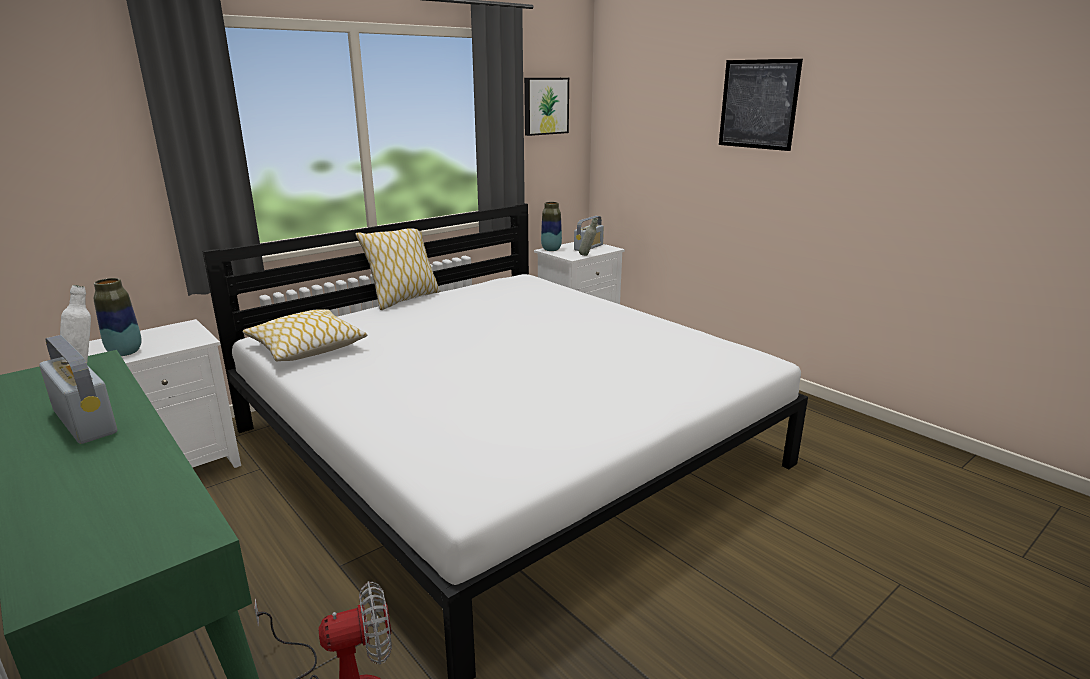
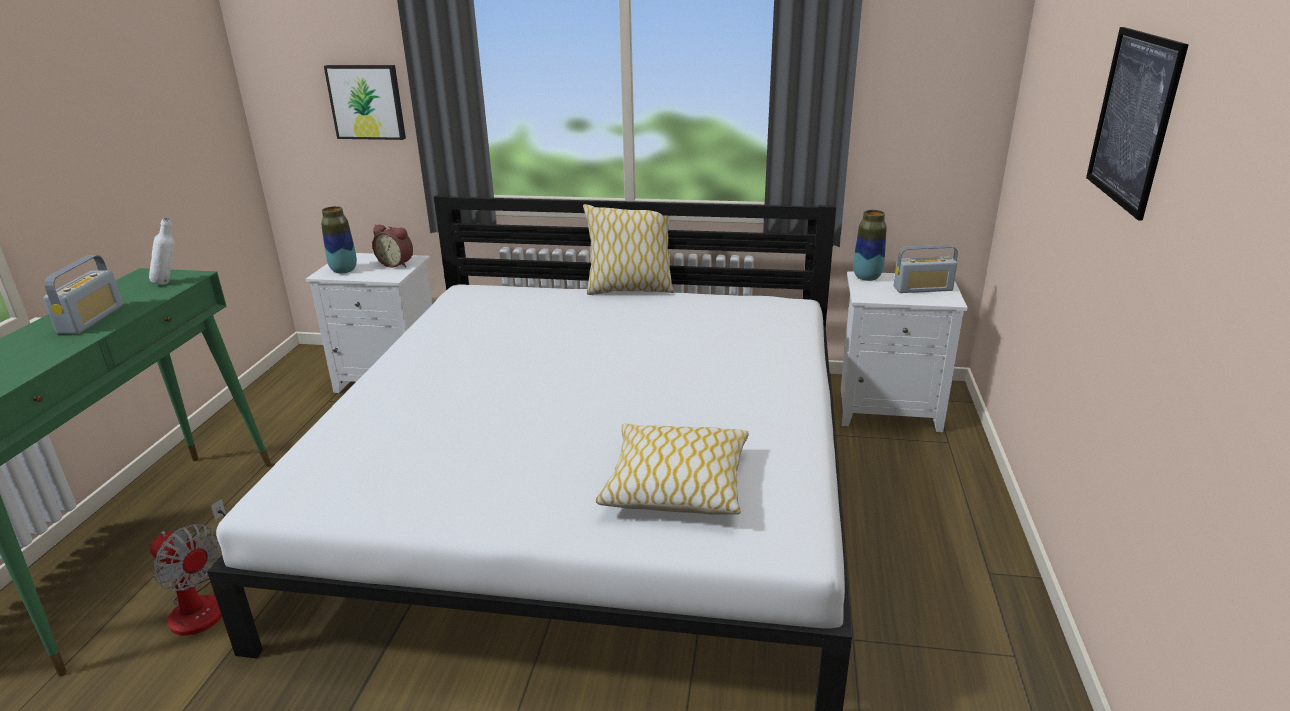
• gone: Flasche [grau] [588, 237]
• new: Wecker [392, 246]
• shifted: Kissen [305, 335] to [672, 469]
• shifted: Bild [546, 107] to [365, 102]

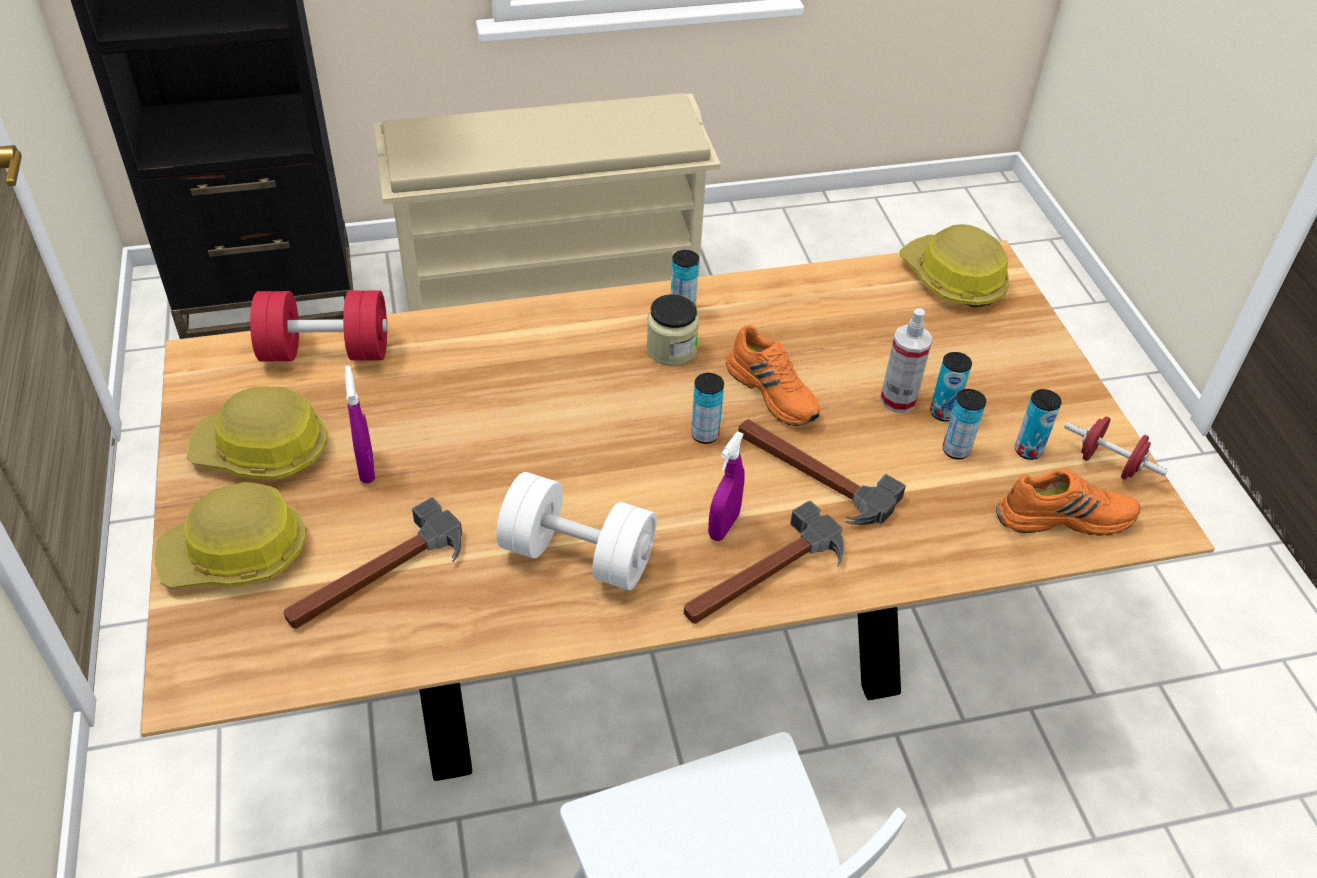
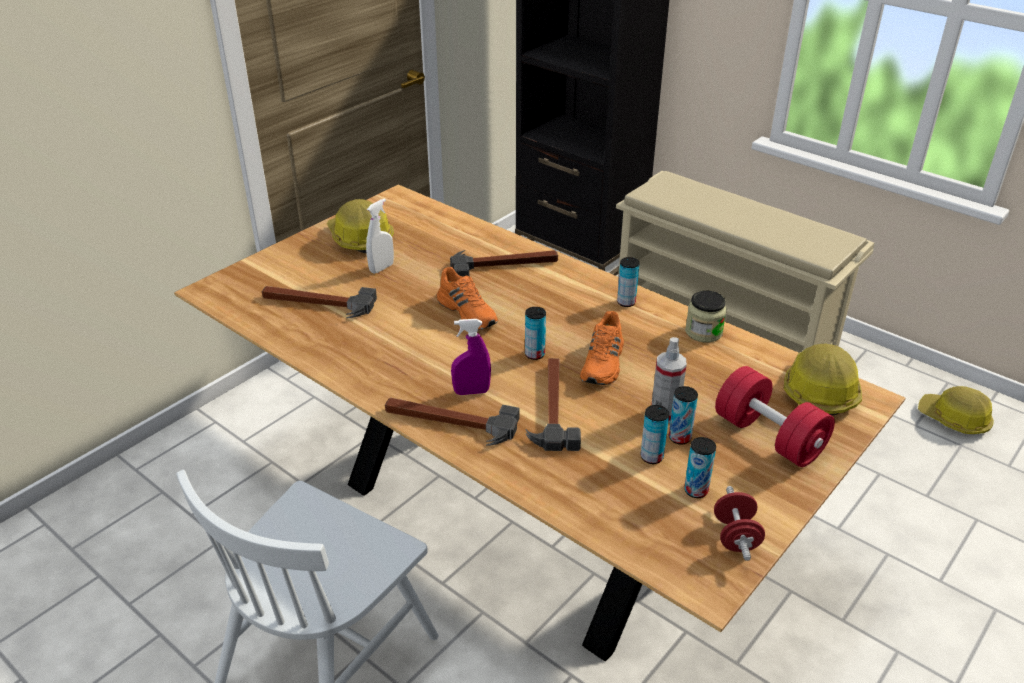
• gone: Hantel [weiß] [576, 531]
• new: Hammer [504, 263]
• shifted: Schutzhelm [230, 535] to [956, 410]
• shifted: Hantel [rot] [319, 326] to [775, 416]
• shifted: Vorratsglas [673, 330] to [706, 316]
• shifted: Schuh [orange] [1068, 502] to [467, 298]
• repainted: Sprühflasche [lila] [360, 424] to Sprühflasche [weiß] [380, 236]

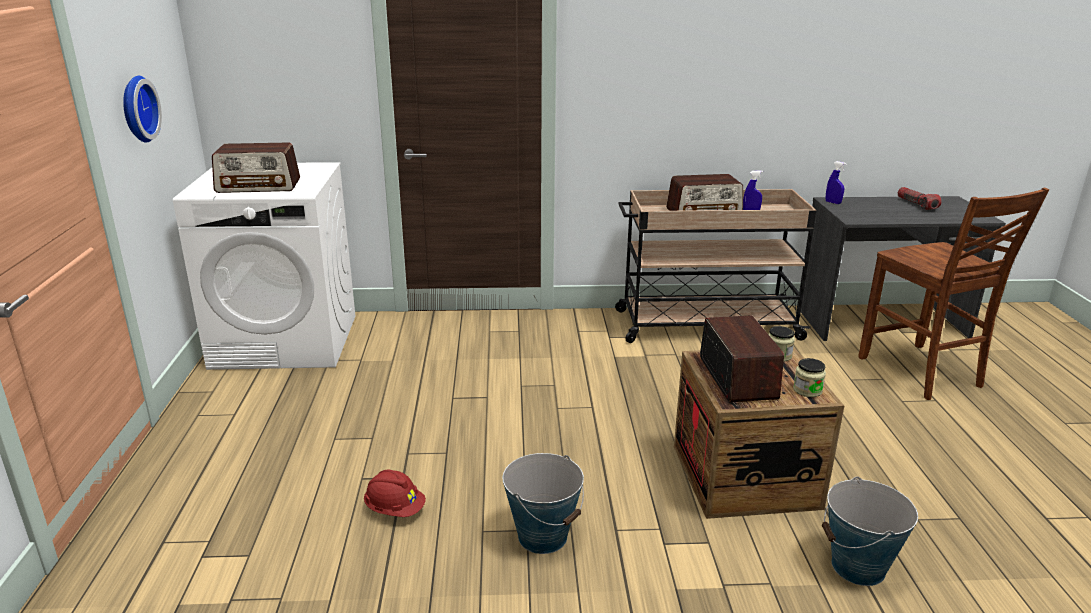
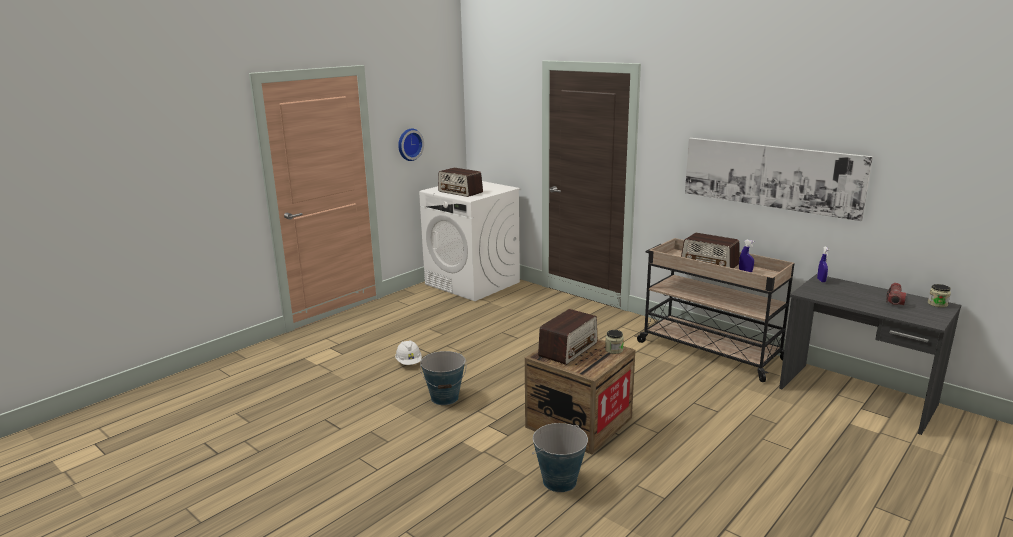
• gone: Stuhl [braun] [954, 294]
• new: Bild [779, 179]
• shifted: Vorratsglas [809, 377] to [939, 295]
• repainted: Schutzhelm [rot] [395, 493] to Schutzhelm [weiß] [408, 352]

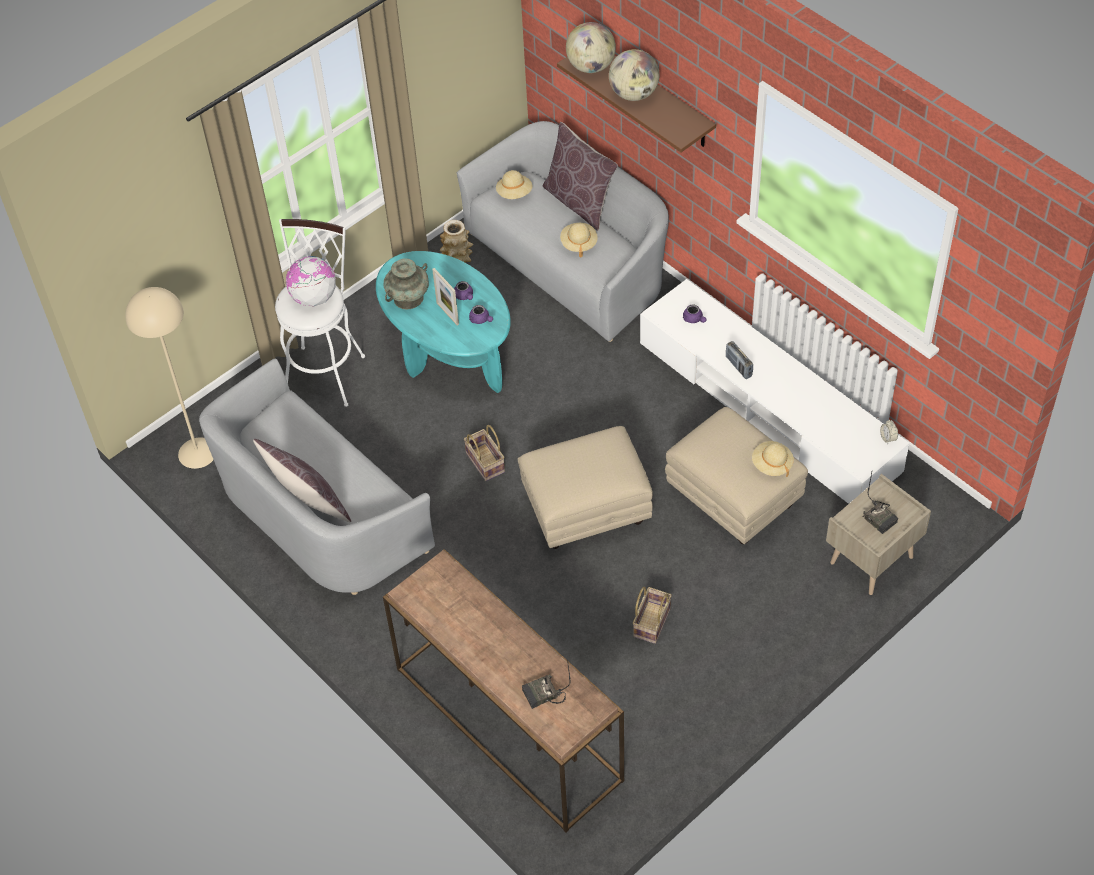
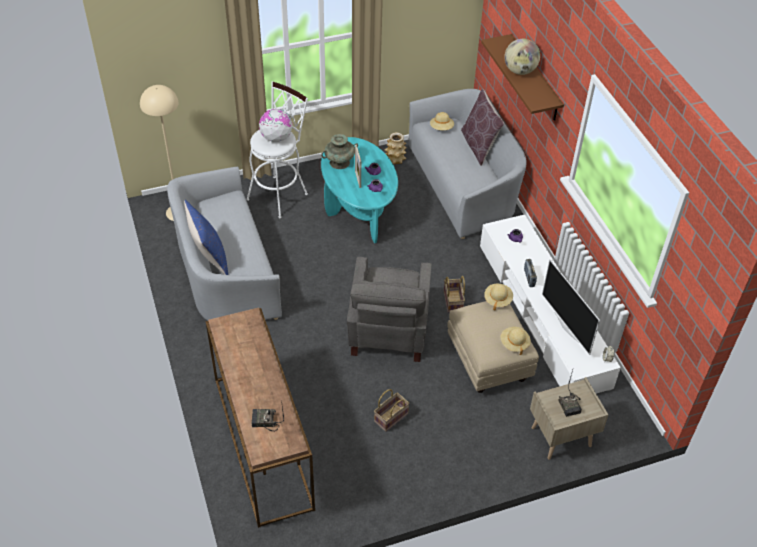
• gone: Globus [591, 47]
• new: Fernseher [571, 307]
• shifted: Korb [484, 453] to [454, 294]
• shifted: Hut [beige] [578, 240] to [498, 297]
• swapped: Polsterhocker [beige] [585, 487] to Sessel [grau] [389, 309]
• repainted: Kissen [braun] [302, 480] to Kissen [blau] [206, 237]

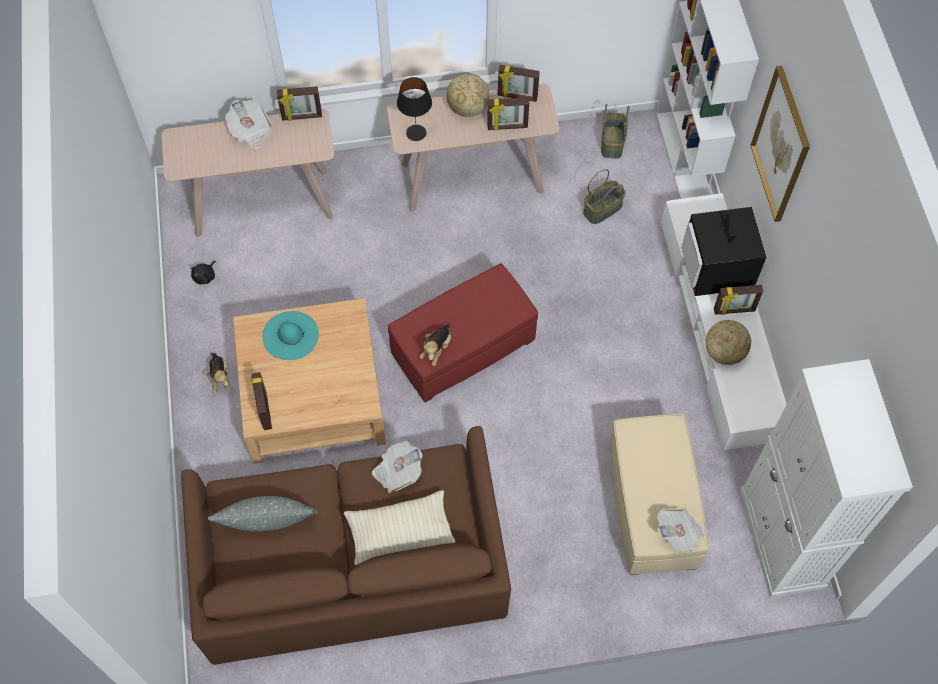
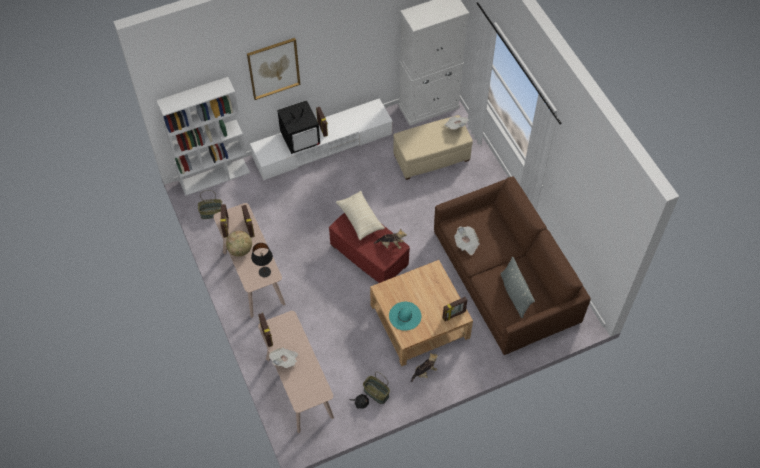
• gone: Globus [728, 342]
• shifted: Kissen [beige] [399, 527] to [360, 216]
• shifted: Korb [604, 196] to [376, 387]

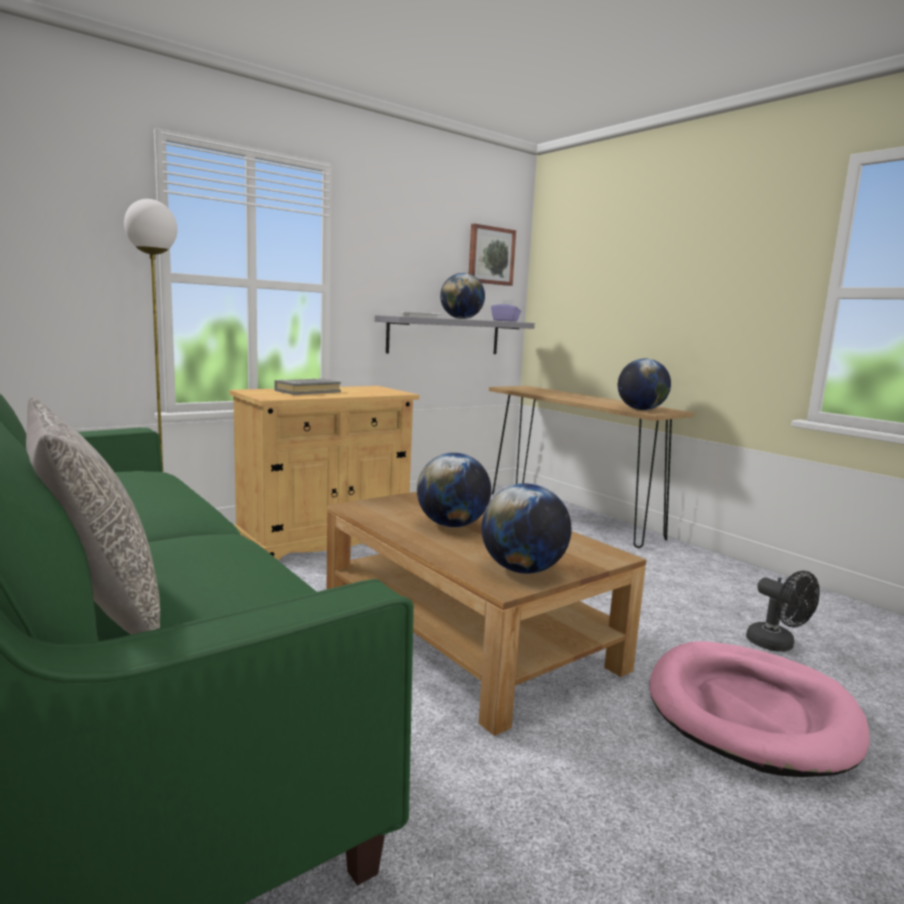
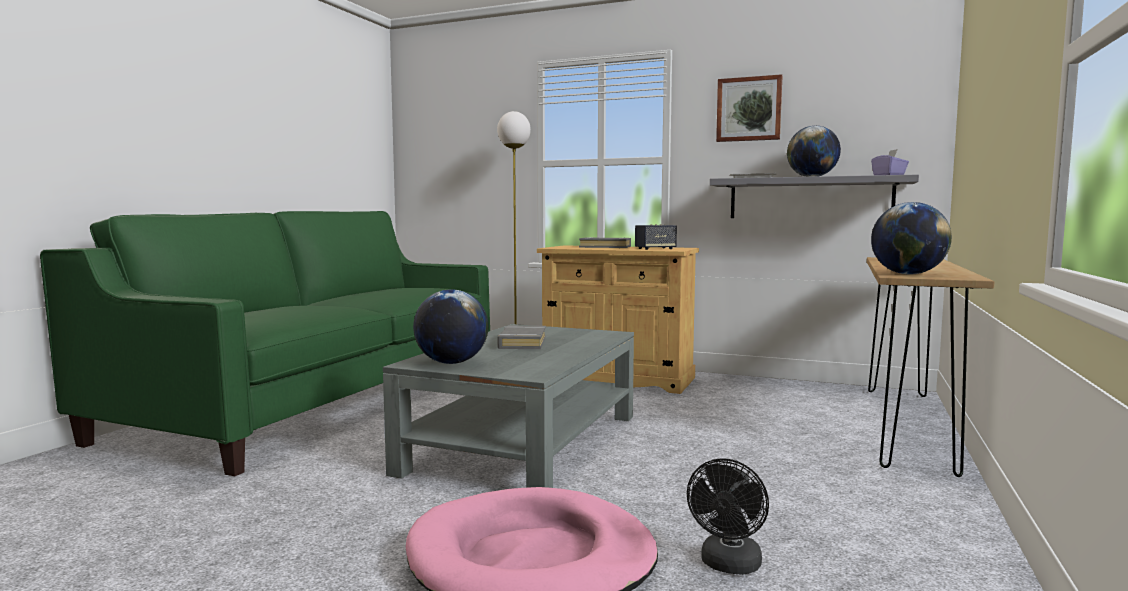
• gone: Kissen [grau] [93, 516]
• new: Lautsprecher [656, 237]
• shifted: Bild [492, 254] to [749, 108]
• swapped: Globus [454, 490] to Buch [grau] [521, 337]
• repainted: Couchtisch [braun] [486, 614] to Couchtisch [grau] [508, 406]

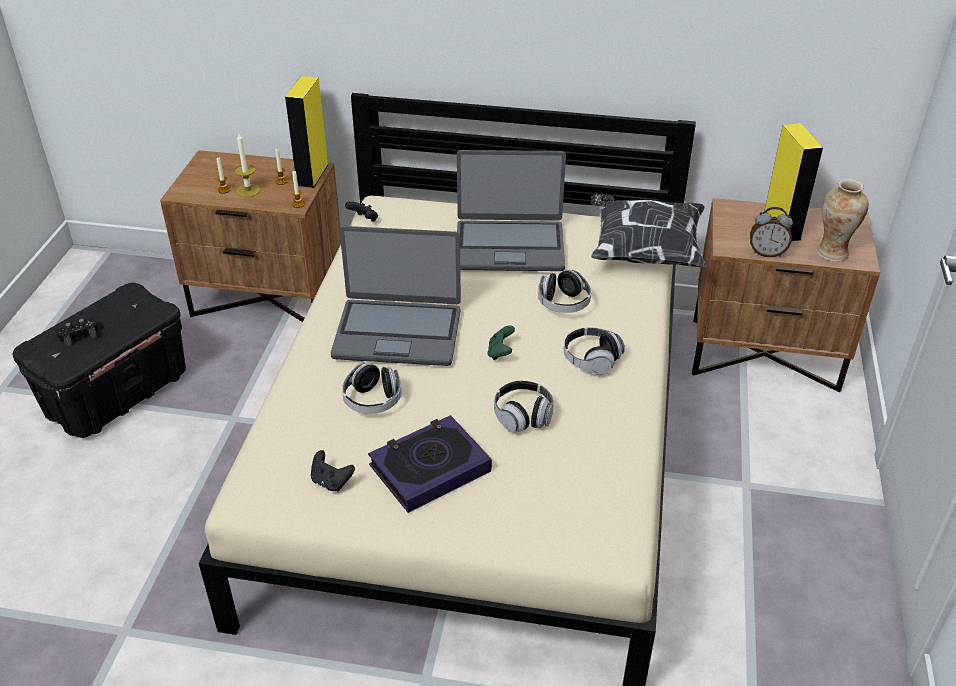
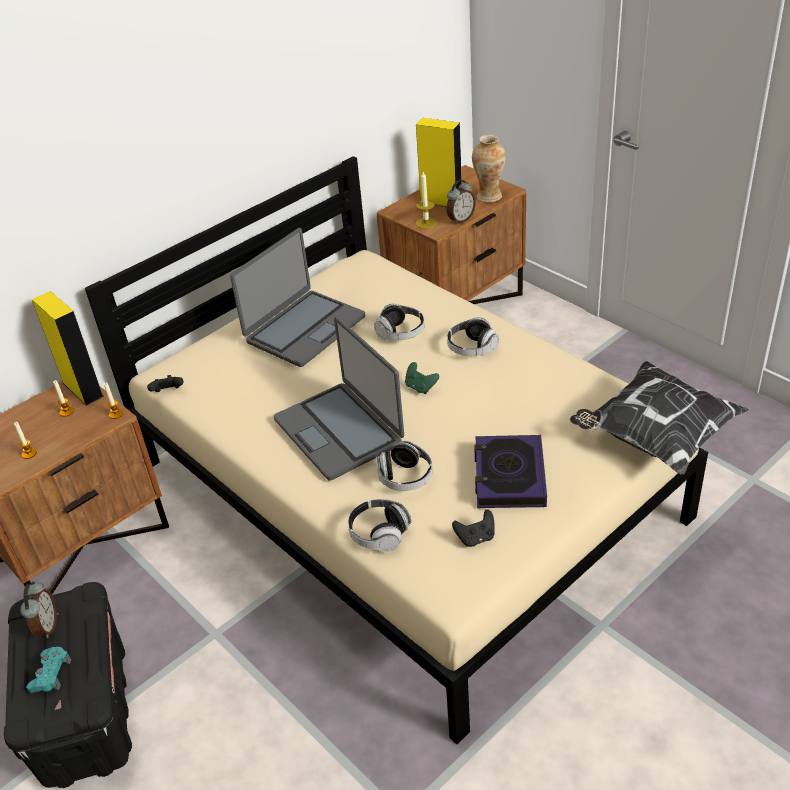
• new: Wecker [38, 609]
• shifted: Kerze [247, 165] to [426, 200]
• shifted: Kopfhörer [524, 406] to [379, 525]
• shifted: Kissen [649, 230] to [659, 417]
• repainted: Gamepad [schwarz] [76, 332] to Gamepad [türkis] [48, 670]
• rotated: Laptop [396, 296] = [339, 399] 105 degrees clockwise

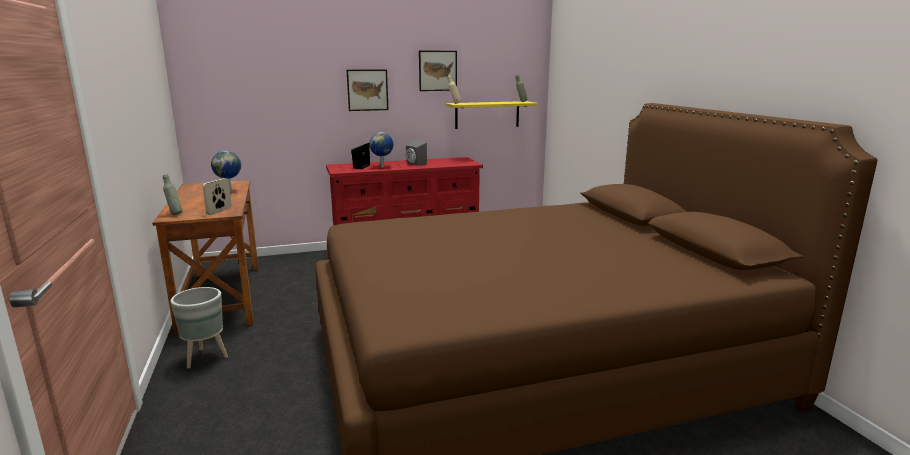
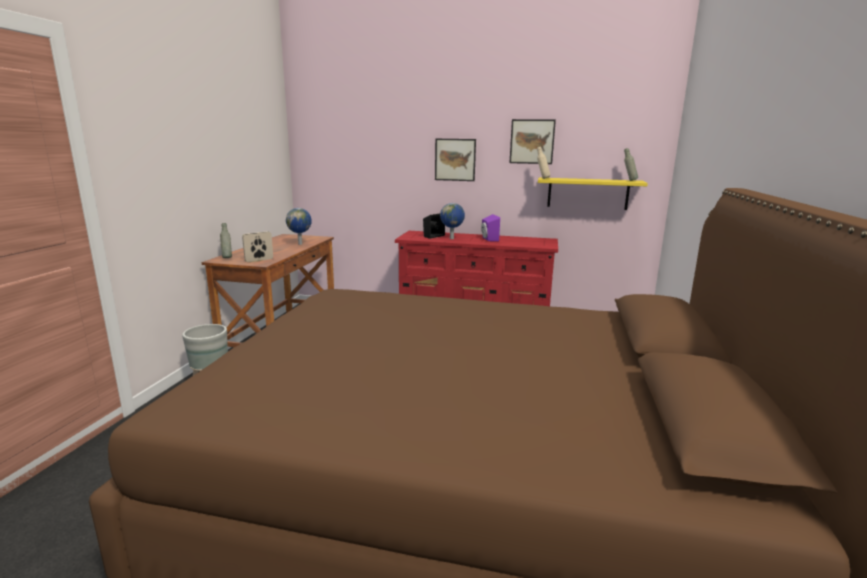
• repainted: Lautsprecher [grau] [416, 152] to Lautsprecher [lila] [490, 228]

